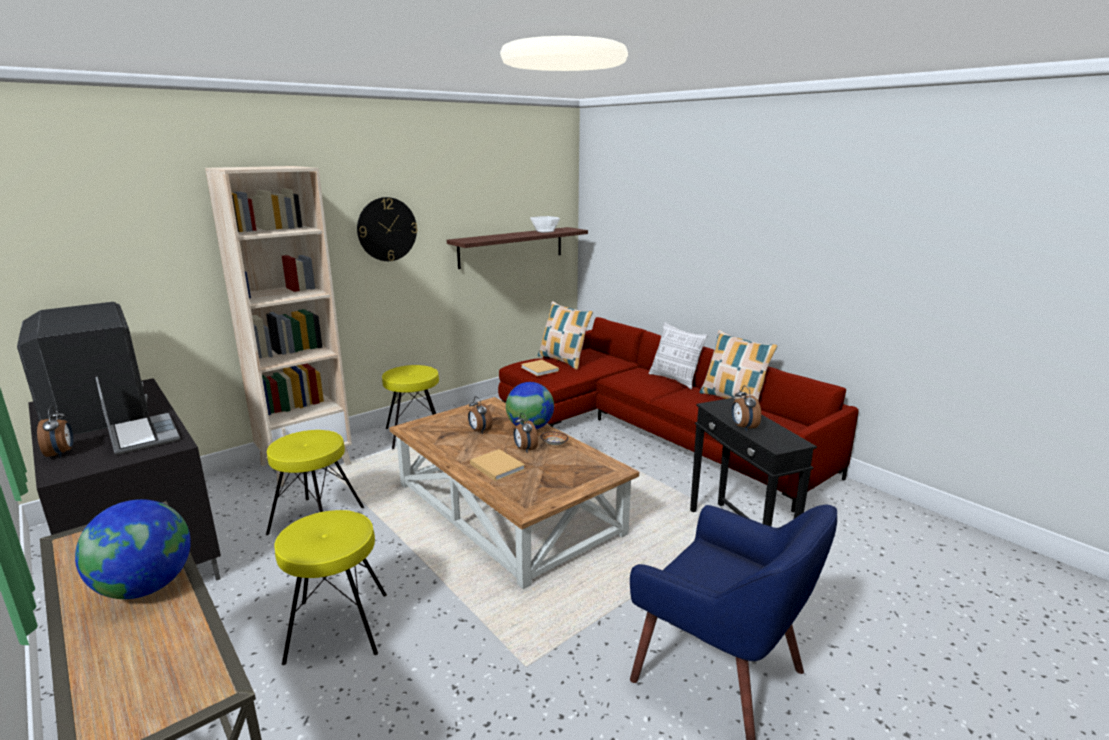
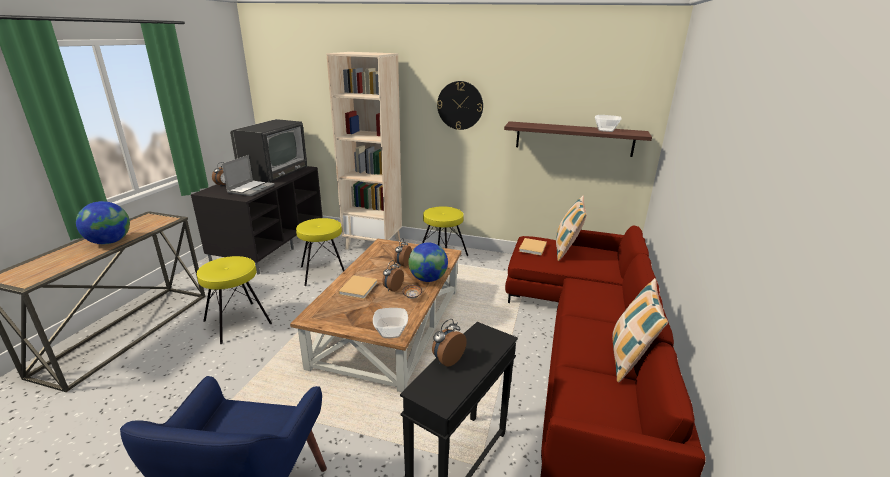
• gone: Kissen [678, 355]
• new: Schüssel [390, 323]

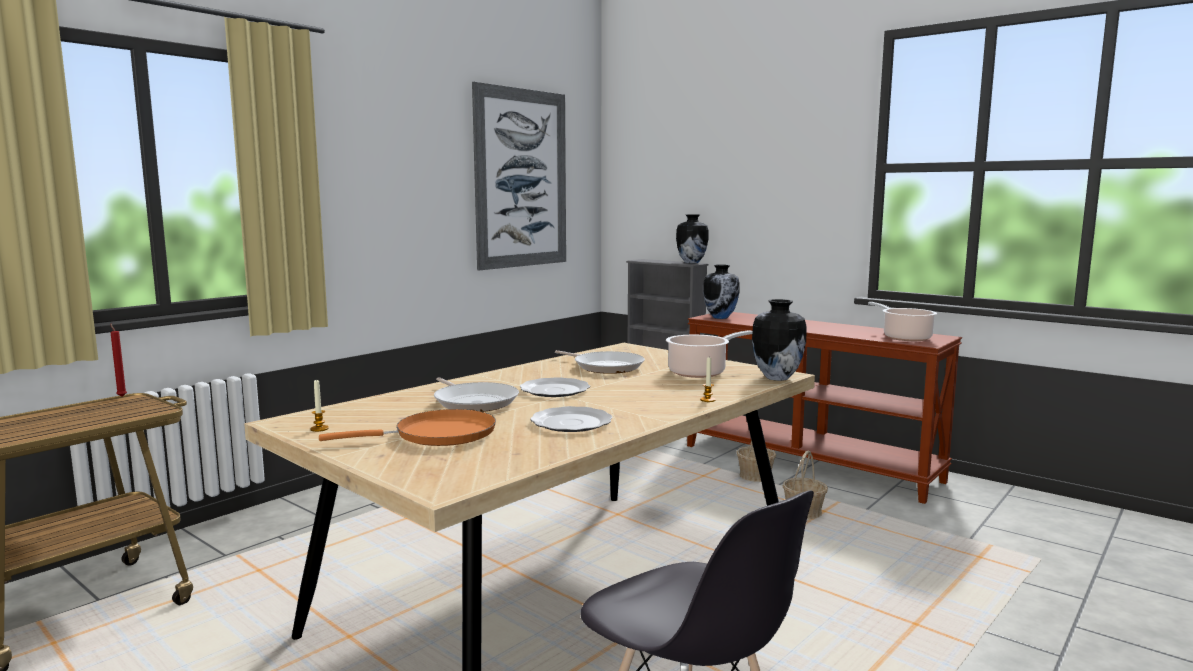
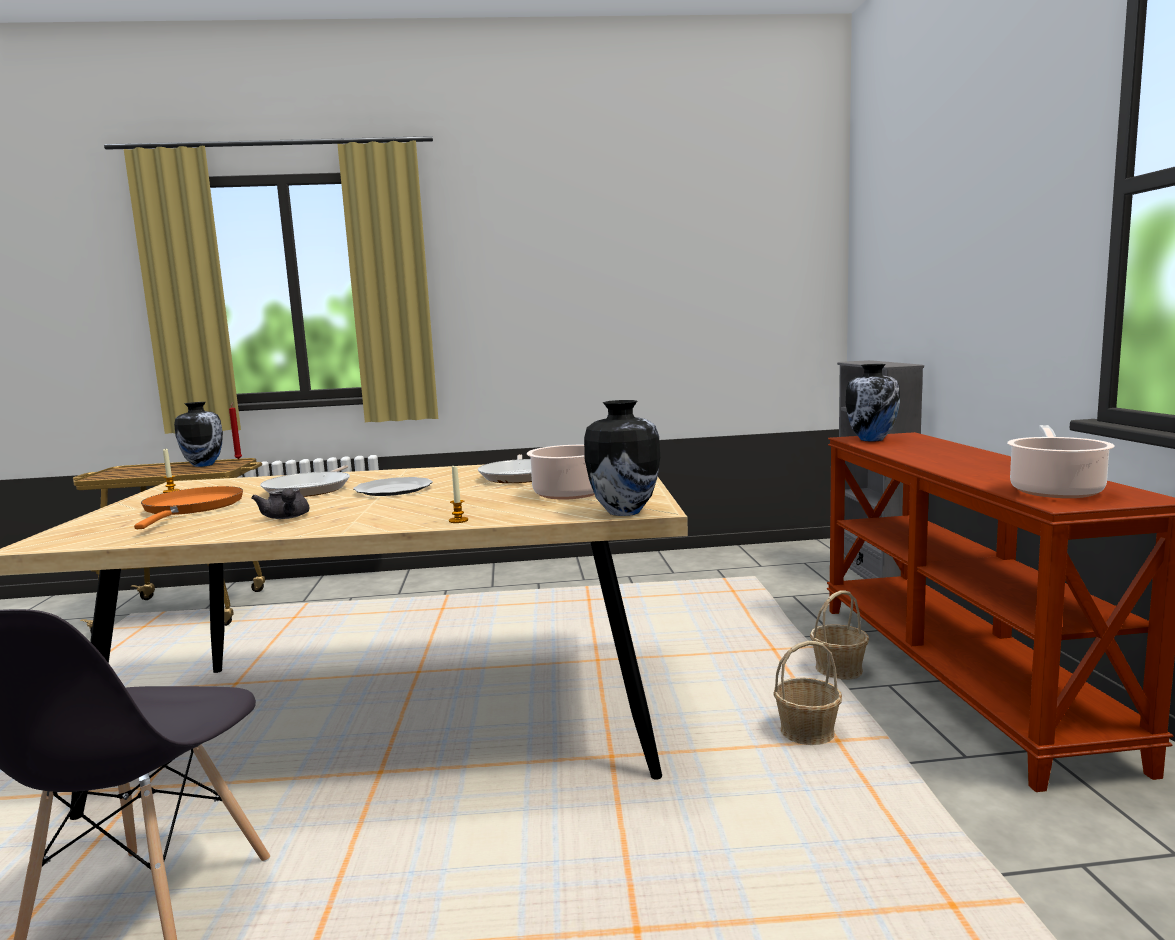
• gone: Bild [519, 176]
• shifted: Vase [692, 238] to [198, 434]
• swapped: Teller [571, 419] to Teekanne [grau] [280, 503]
• rotated: Pfanne [orange] [407, 427] = [188, 507] 120 degrees counterclockwise

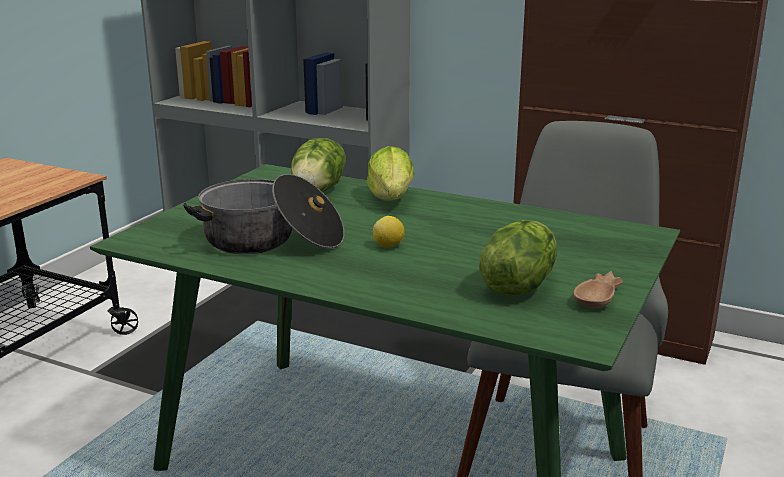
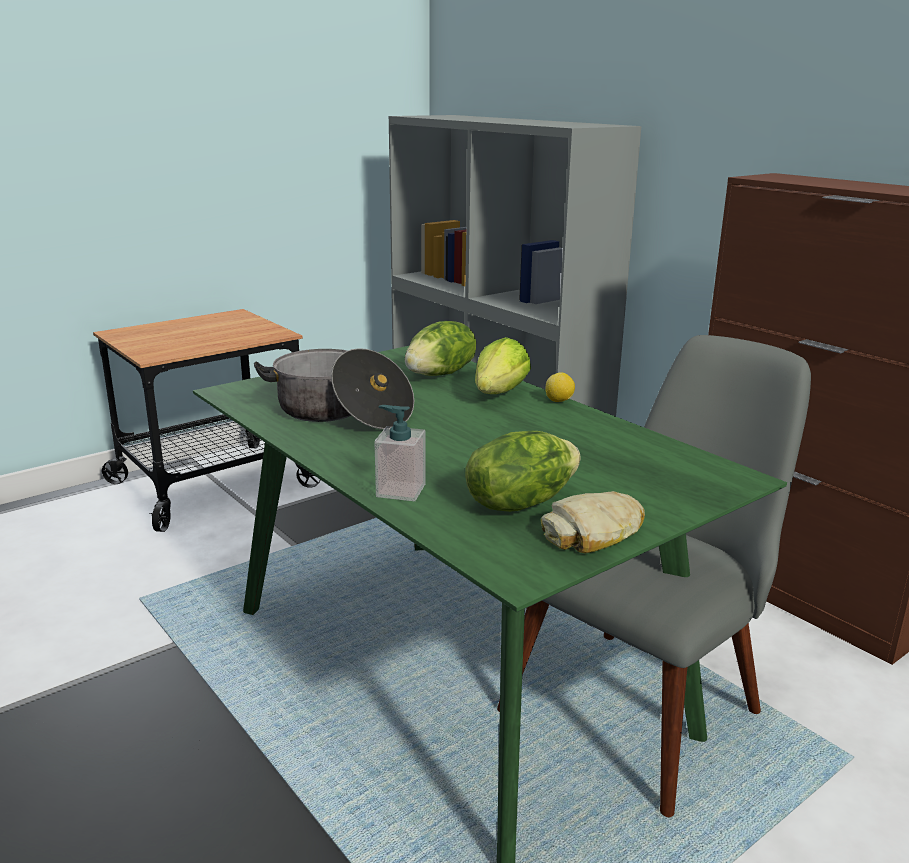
• new: Seifenspender [400, 453]
• shifted: Zitrone [389, 232] to [560, 387]
• swapped: Schüssel [braun] [598, 289] to Brot [593, 522]

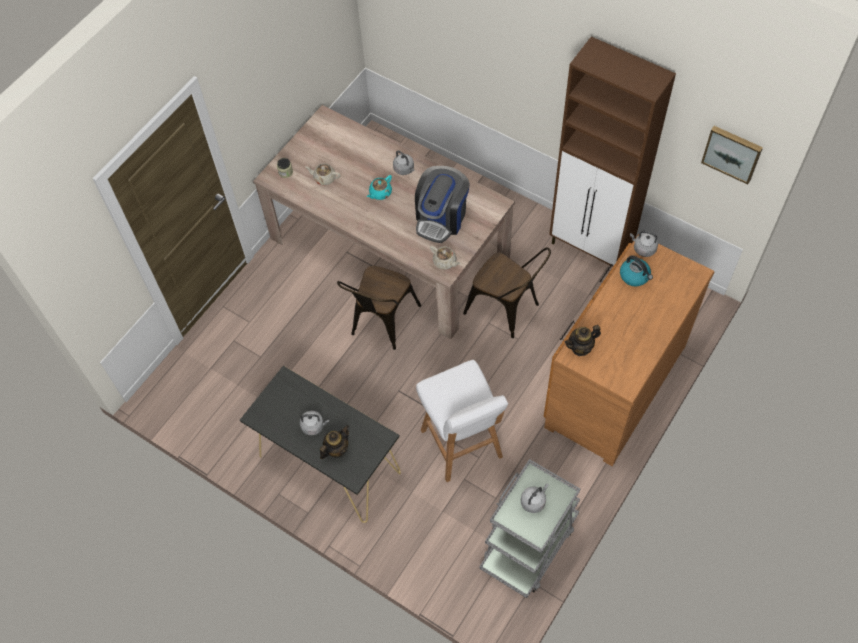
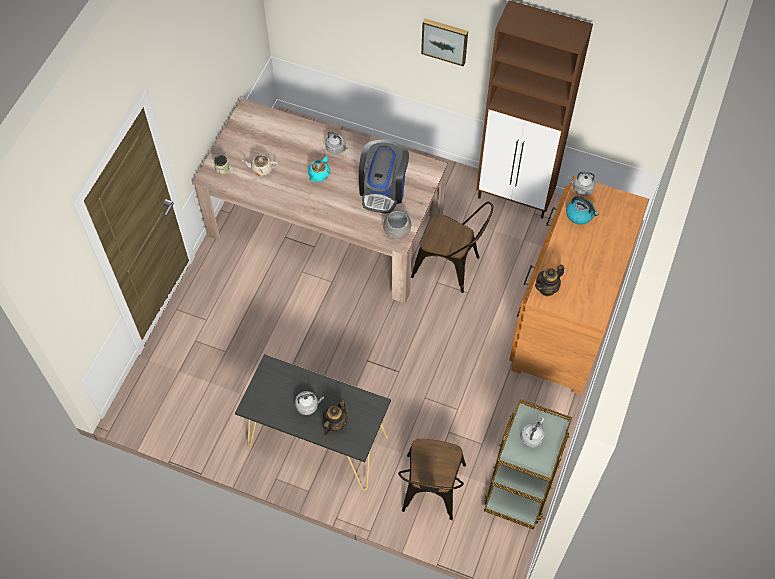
• gone: Hocker [weiß] [462, 421]
• shifted: Stuhl [braun] [379, 308] to [432, 479]
• shifted: Bild [732, 155] to [444, 42]
• swapped: Teekanne [beige] [445, 257] to Schüssel [grau] [397, 225]
• repainted: Rollwagen [grau] [529, 528] to Rollwagen [braun] [528, 464]

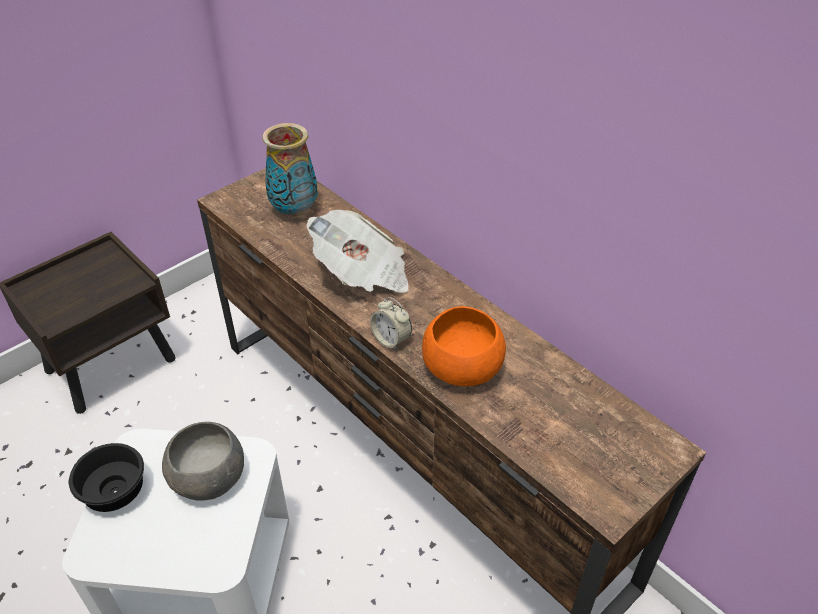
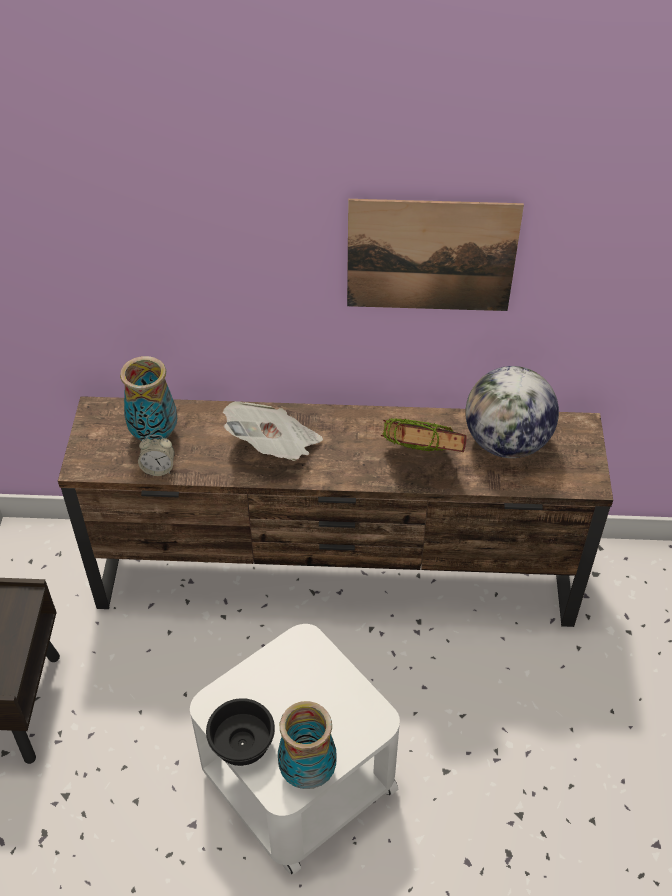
• gone: Schüssel [grau] [203, 461]
• new: Vase [307, 745]
• new: Bild [435, 255]
• new: Globus [512, 412]
• shifted: Wecker [391, 324] to [156, 455]
• swapped: Schüssel [orange] [464, 346] to Buch [424, 435]

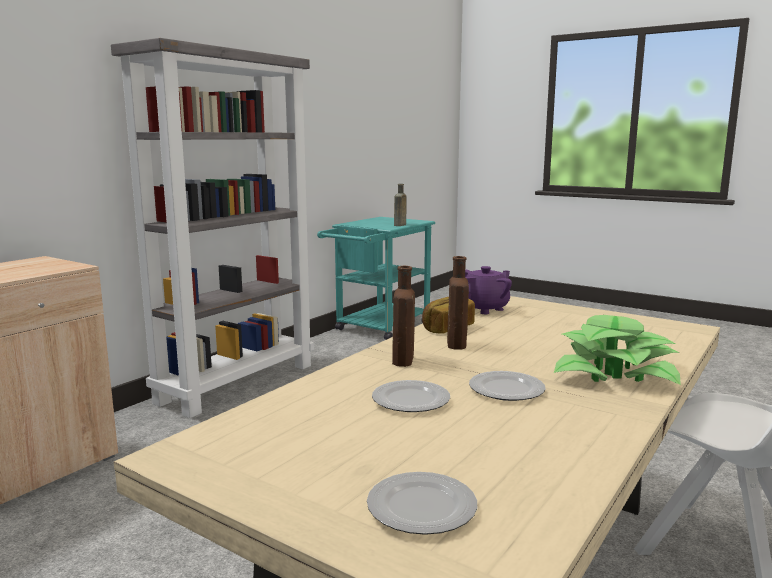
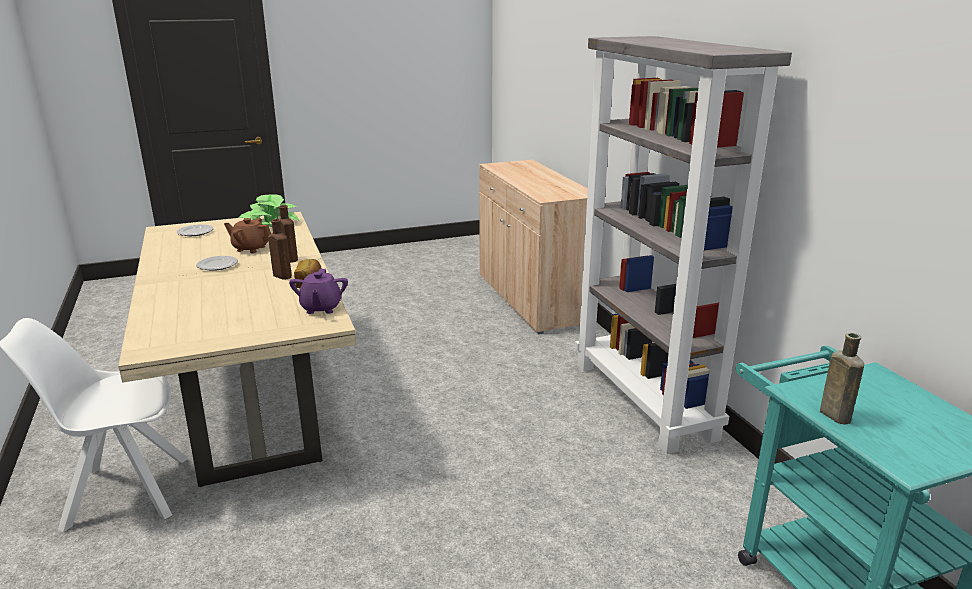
• shifted: Topfpflanze [617, 350] to [268, 211]
• swapped: Teller [411, 396] to Teekanne [braun] [247, 235]

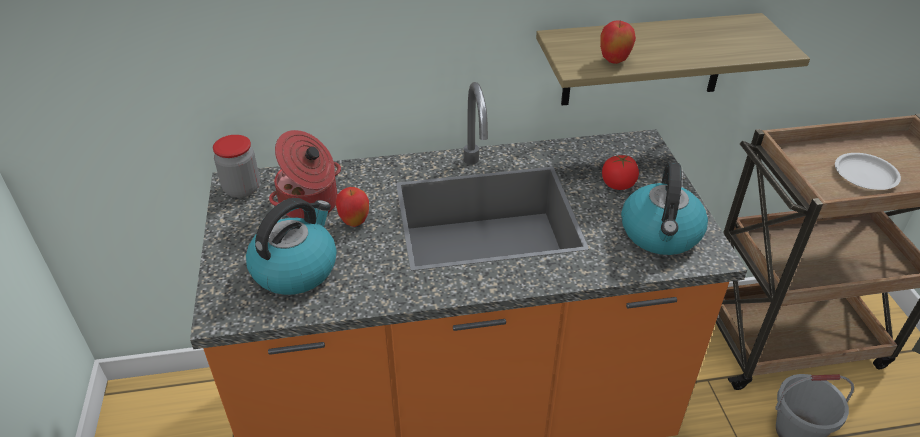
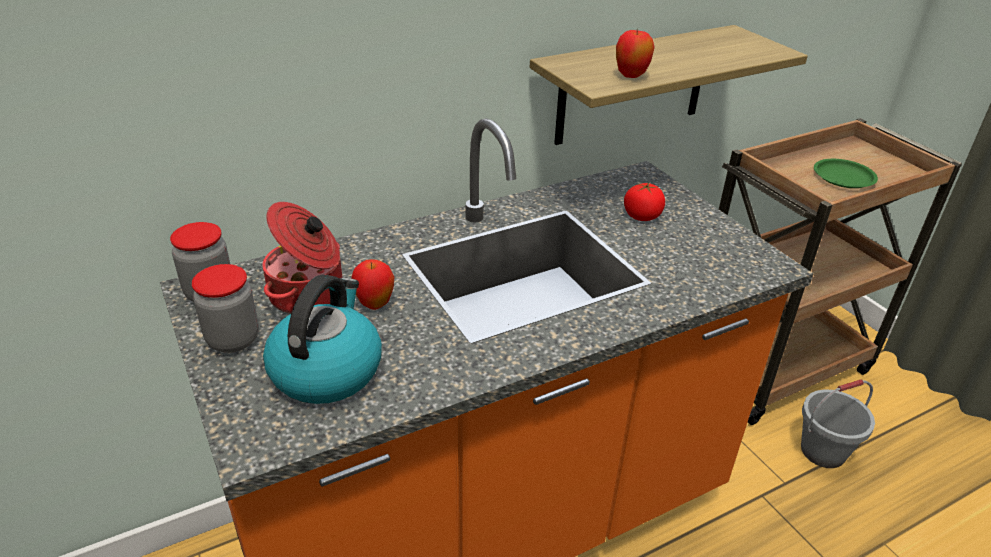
• gone: Wasserkessel [664, 208]
• new: Vorratsglas [225, 308]
• repainted: Teller [weiß] [868, 171] to Teller [grün] [846, 173]

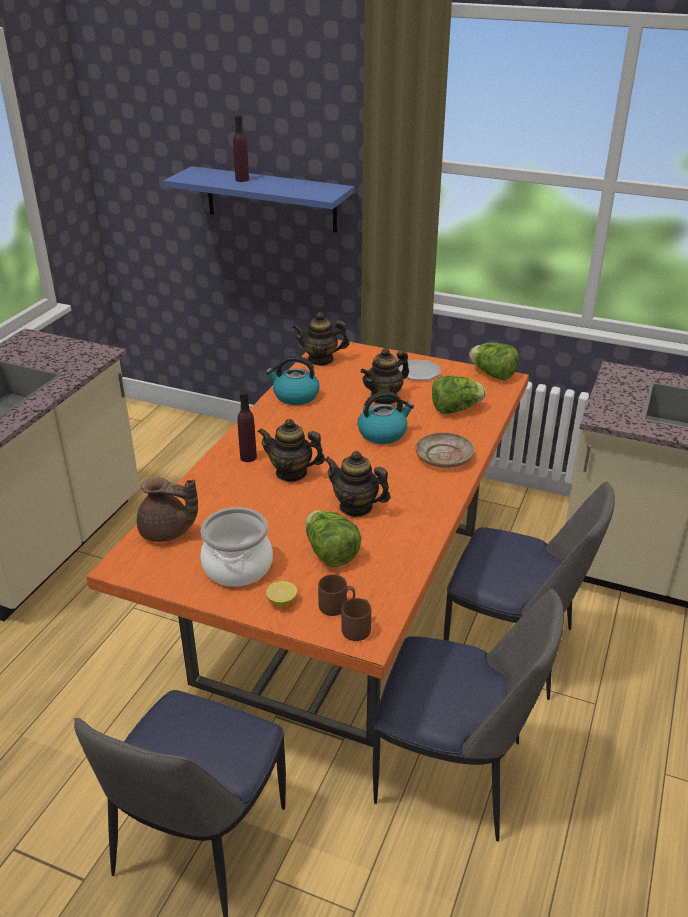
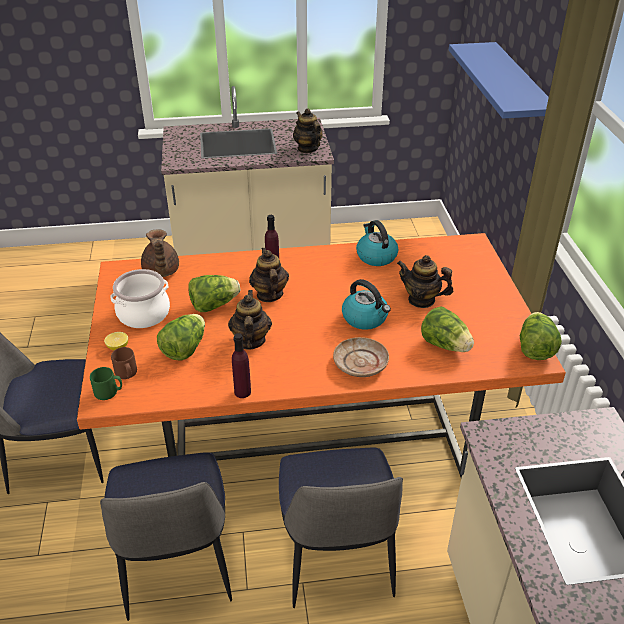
• gone: Teller [420, 370]
• new: Salatkopf [214, 293]
• shifted: Flasche [lila] [241, 148] to [241, 365]
• shifted: Teekanne [321, 339] to [308, 130]
• repainted: Henkelbecher [braun] [356, 619] to Henkelbecher [grün] [106, 383]

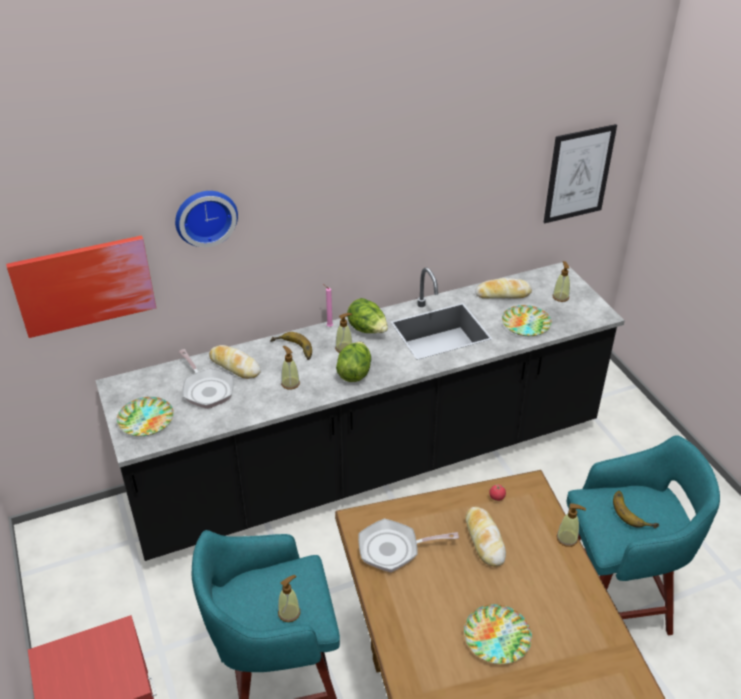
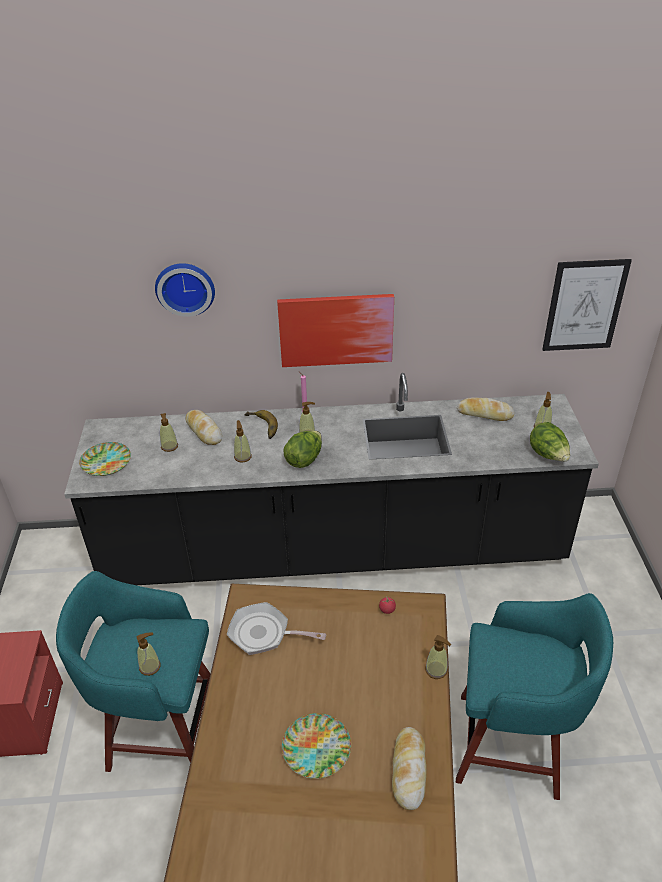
• gone: Teller [527, 320]
• gone: Banane [636, 509]
• shifted: Bild [81, 286] to [335, 330]
• shifted: Salatkopf [367, 315] to [550, 441]
• shifted: Brot [485, 537] to [409, 768]
• swapped: Pfanne [206, 379] to Seifenspender [169, 432]

